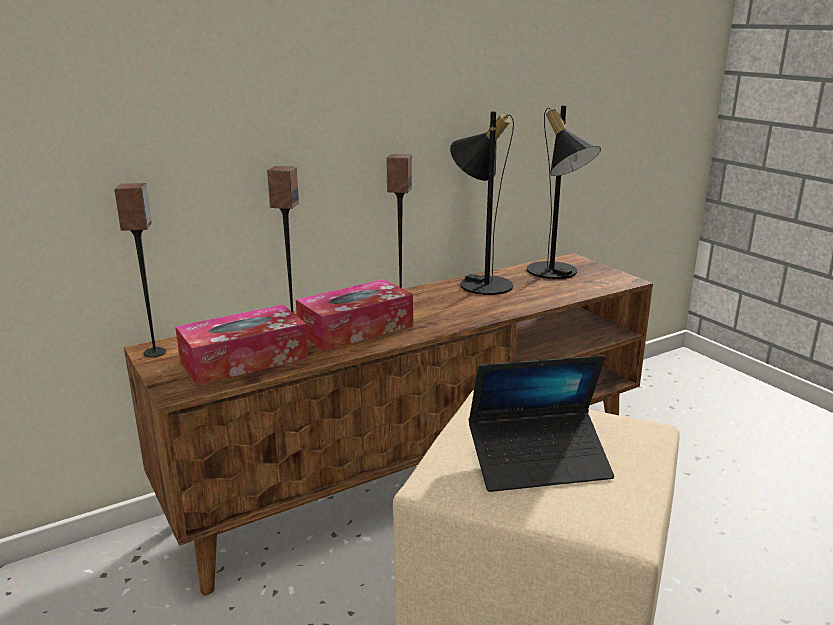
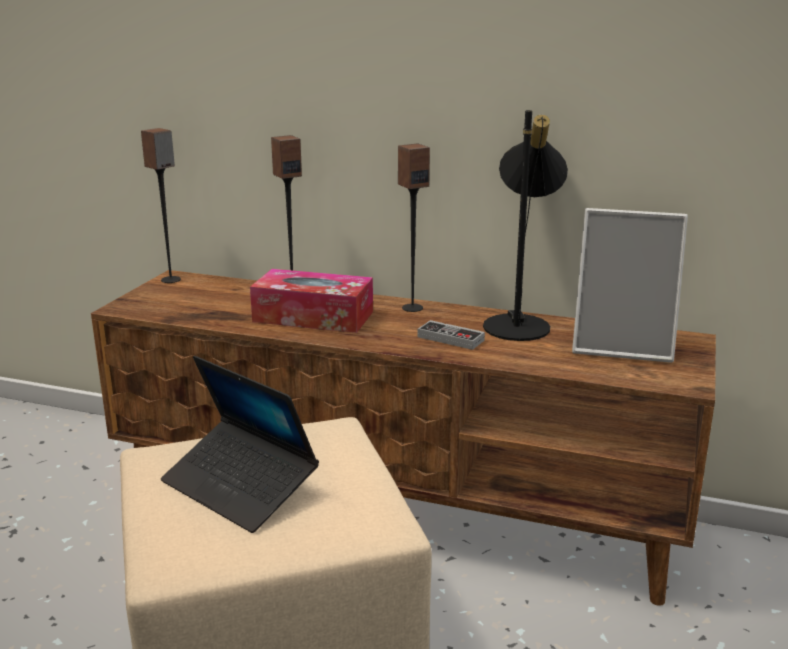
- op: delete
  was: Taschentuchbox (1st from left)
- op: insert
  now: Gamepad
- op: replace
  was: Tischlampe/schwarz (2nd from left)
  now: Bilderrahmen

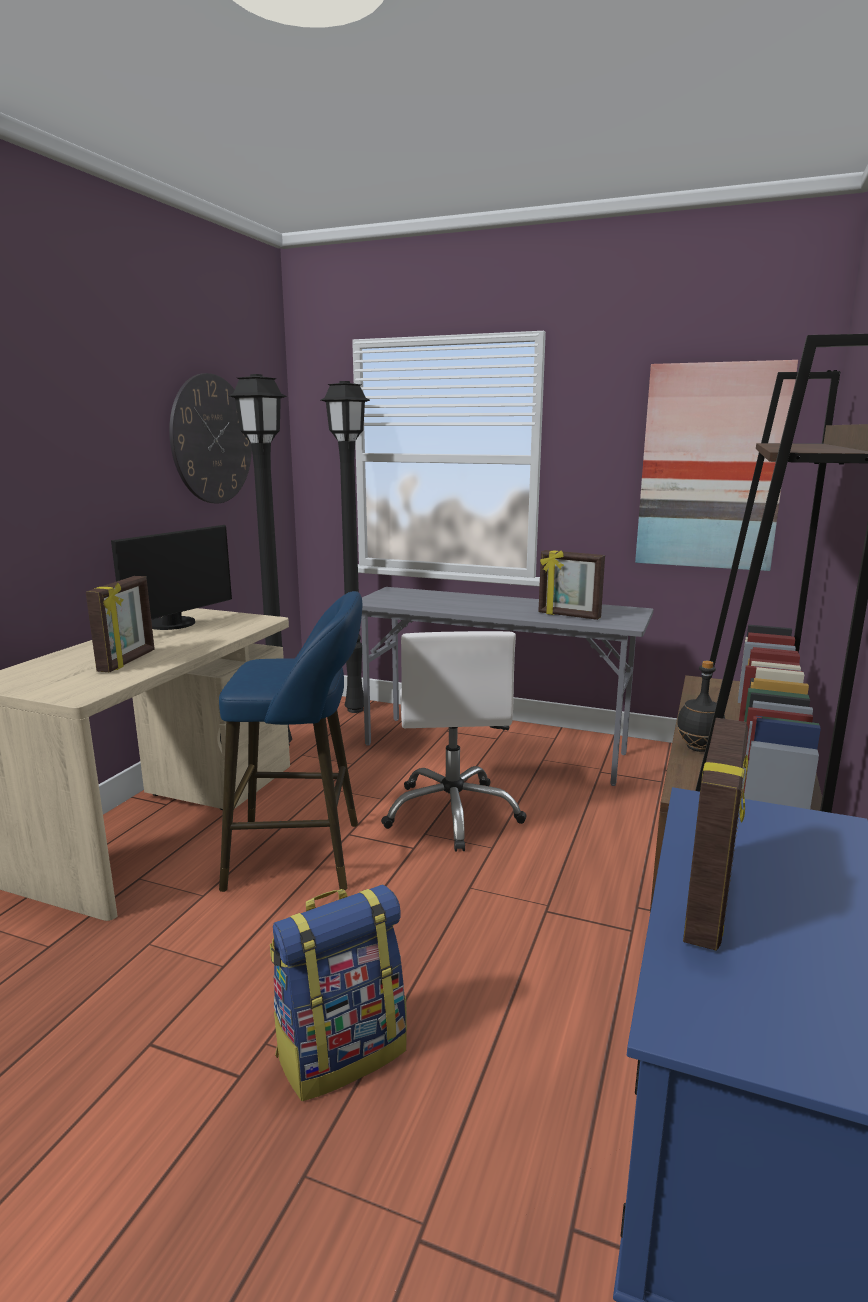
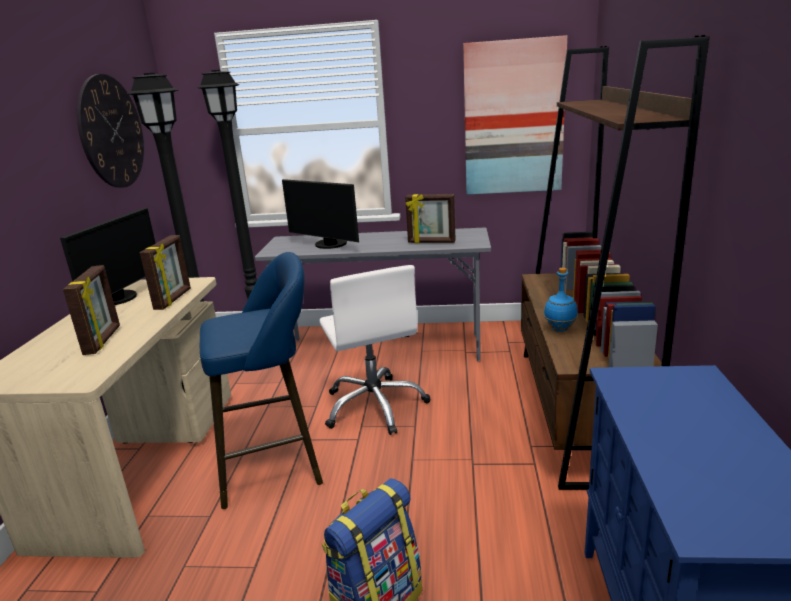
- op: insert
  now: Monitor (2nd from left)
- op: move
  was: Bilderrahmen (3rd from left in the first image)
  now: Bilderrahmen (2nd from left)
- op: recolor
  was: Flasche/schwarz
  now: Flasche/blau

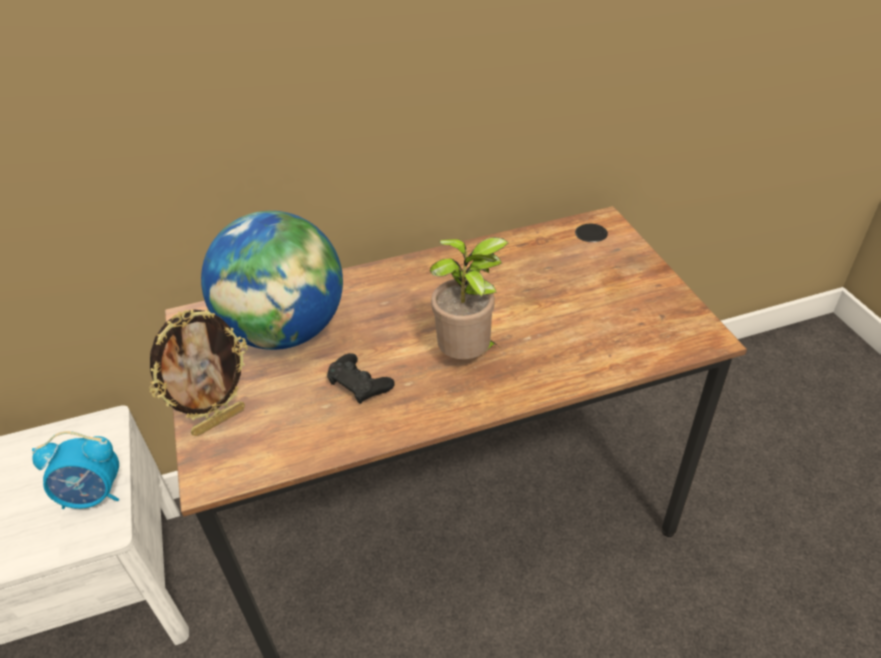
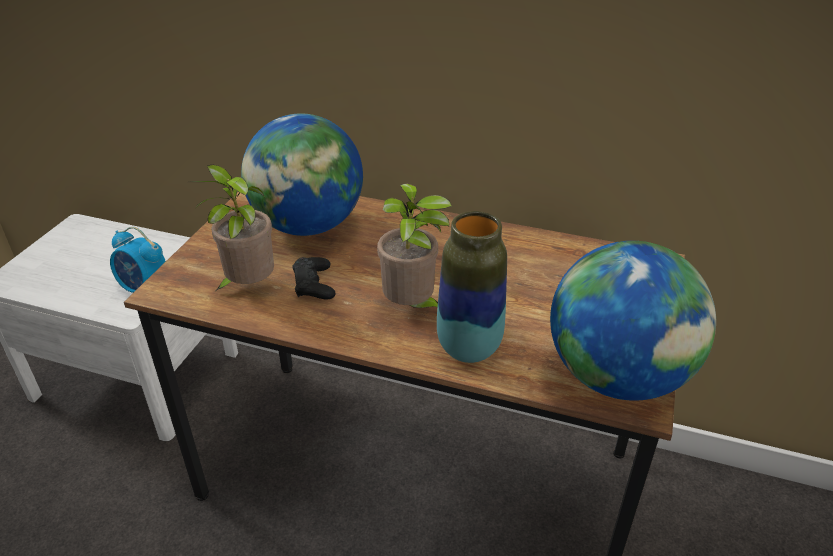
- op: delete
  was: Bilderrahmen
- op: insert
  now: Topfpflanze (1st from left)
- op: insert
  now: Vase
- op: insert
  now: Globus (2nd from left)

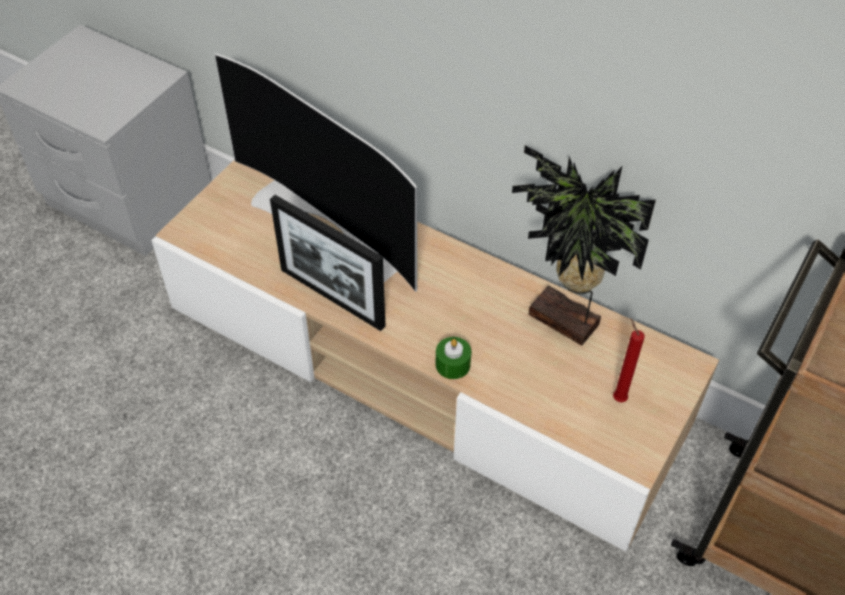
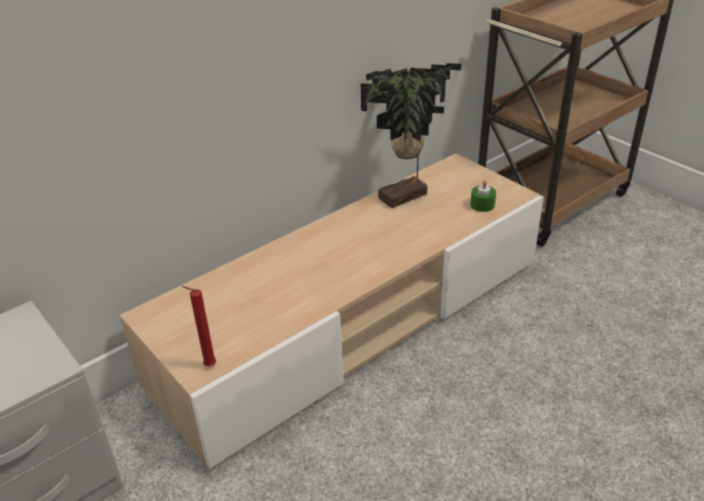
- op: delete
  was: Fernseher
- op: delete
  was: Bilderrahmen
- op: move
  was: Kerze/grün
- op: move
  was: Kerze/rot

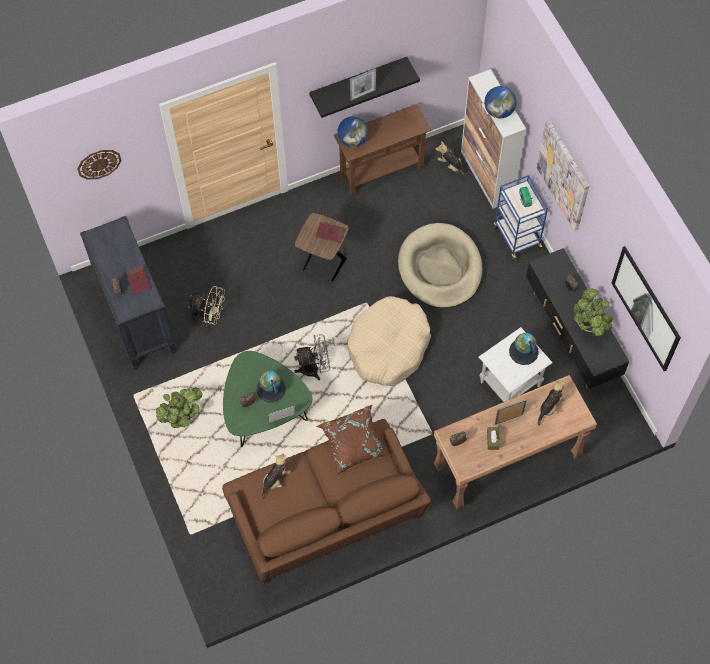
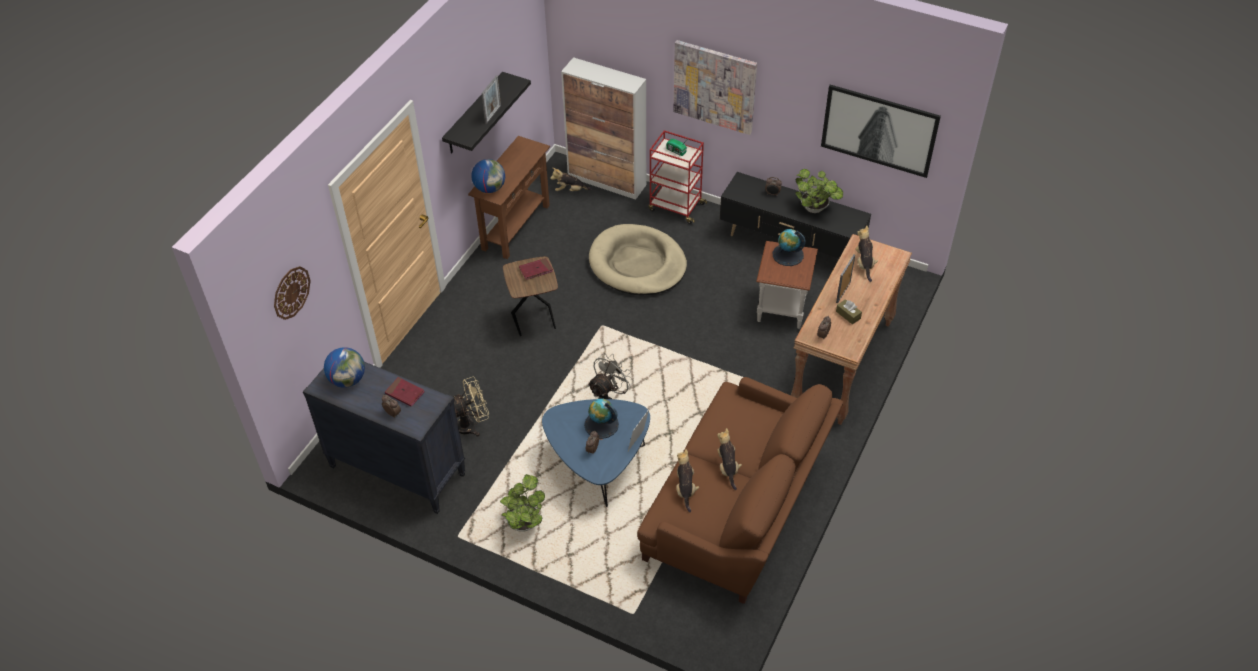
- op: delete
  was: Kissen/braun
- op: delete
  was: Hundebett/beige (1st from left)
- op: insert
  now: Plüschtier (3rd from left)
- op: move
  was: Globus (3rd from left in the first image)
  now: Globus (1st from left)
- op: recolor
  was: Couchtisch/grün
  now: Couchtisch/blau
- op: recolor
  was: Beistelltisch/weiß
  now: Beistelltisch/braun (2nd from left)
- op: recolor
  was: Rollwagen/blau
  now: Rollwagen/rot

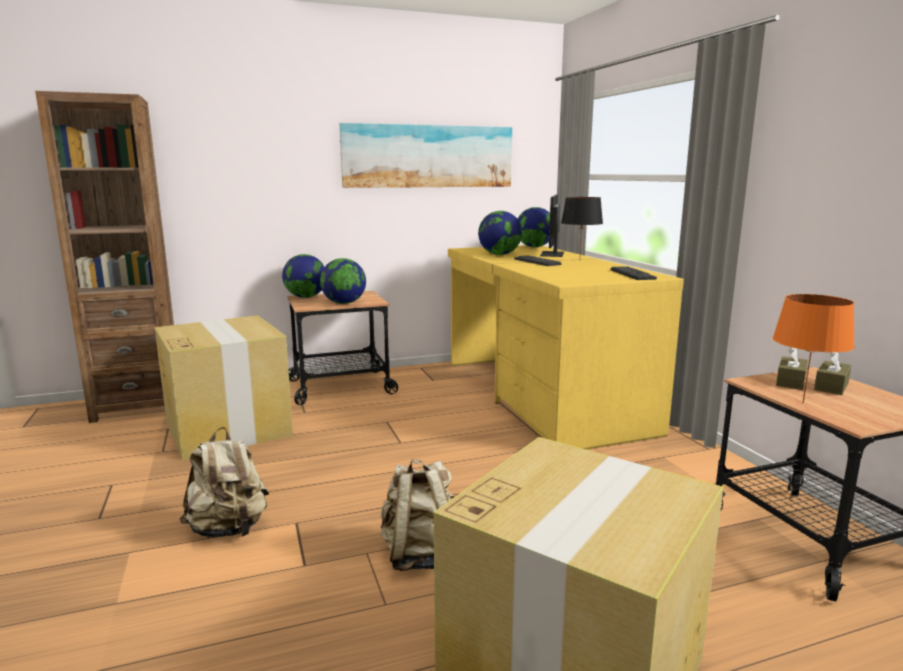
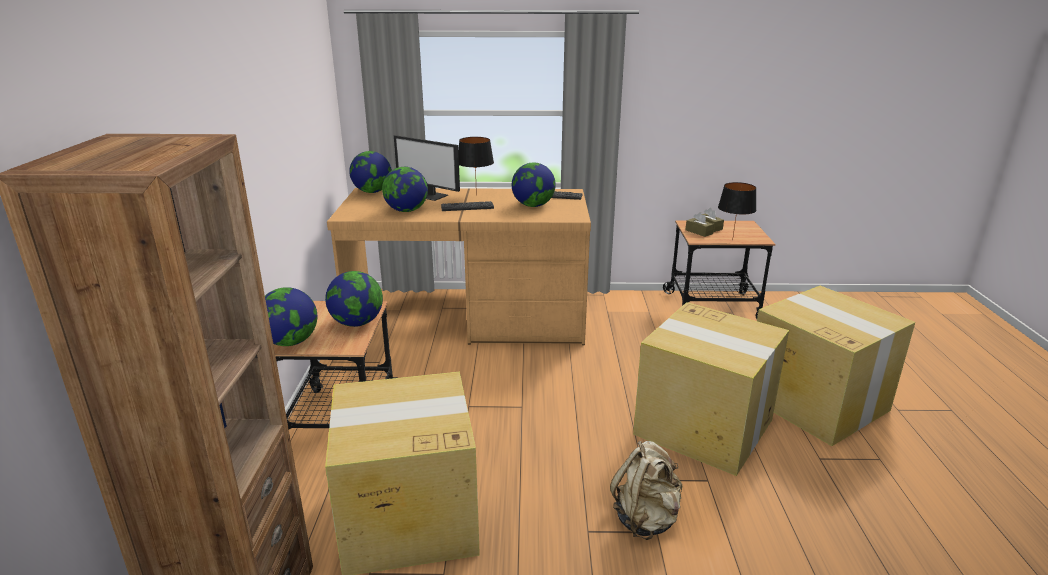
- op: delete
  was: Bild
- op: insert
  now: Globus (5th from left)
- op: replace
  was: Rucksack/beige (2nd from left)
  now: Karton (2nd from left)
- op: recolor
  was: Schreibtisch/gelb
  now: Schreibtisch/braun
- op: recolor
  was: Tischlampe/orange
  now: Tischlampe/schwarz (2nd from left)

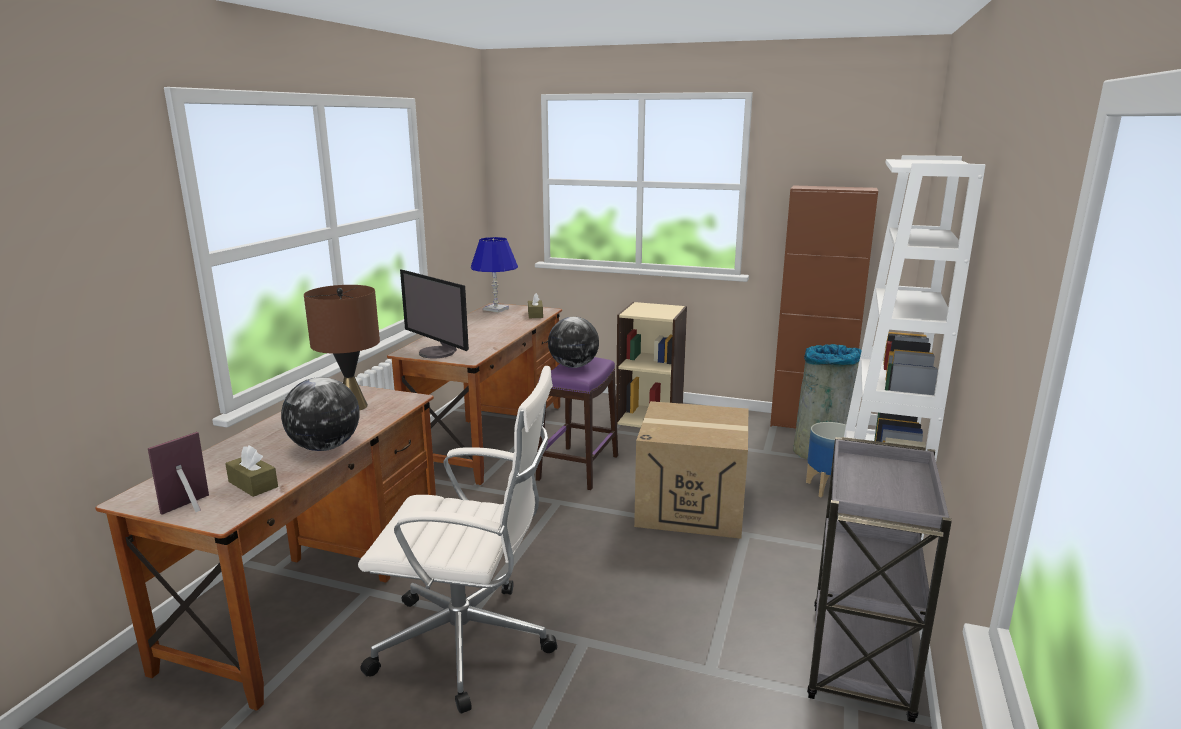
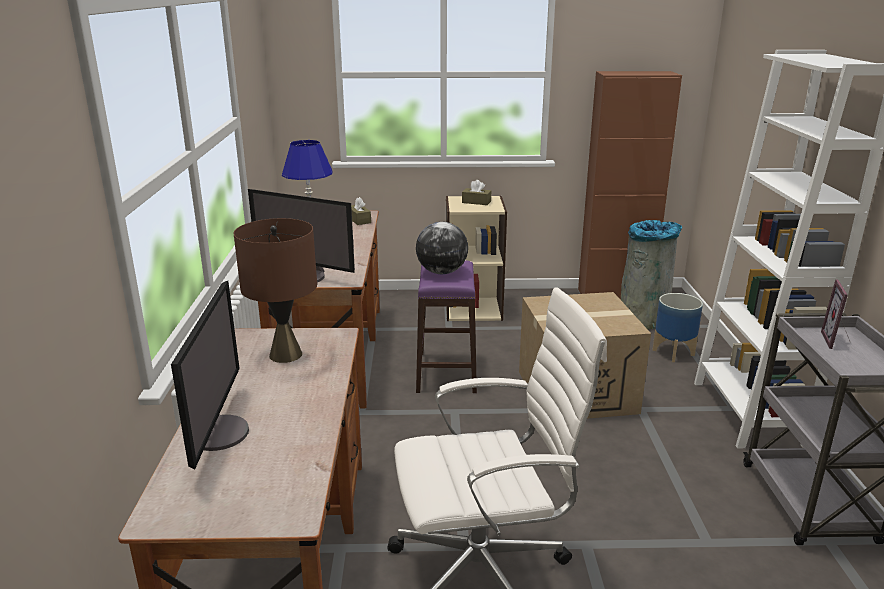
- op: delete
  was: Globus (1st from left)
- op: insert
  now: Monitor (1st from left)
- op: move
  was: Bilderrahmen
- op: move
  was: Taschentuchbox/braun (1st from left in the first image)
  now: Taschentuchbox/braun (2nd from left)

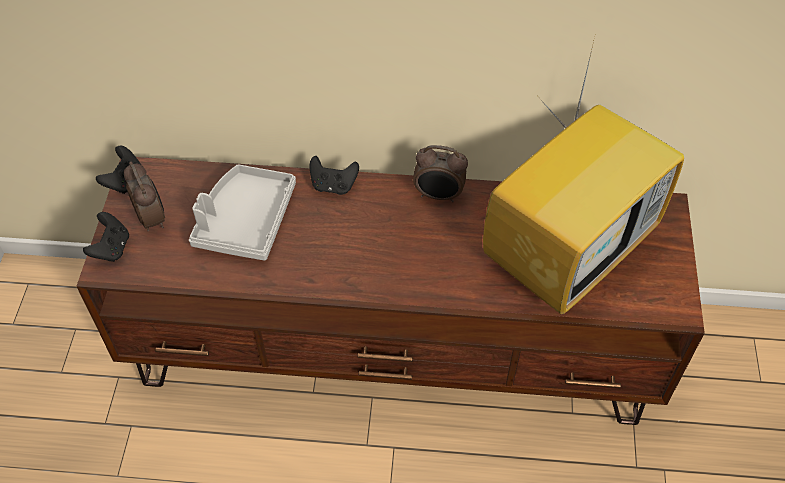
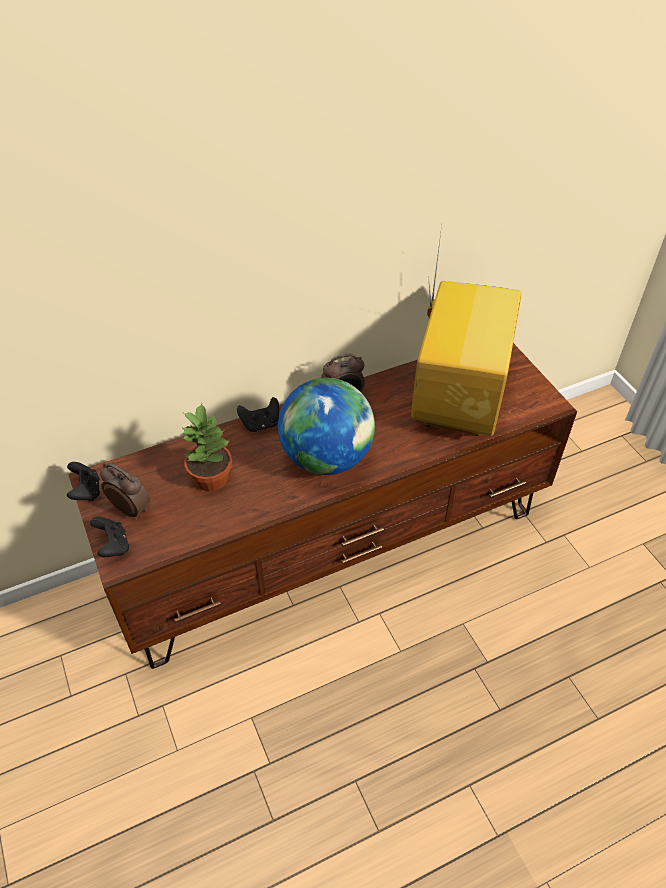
- op: insert
  now: Globus
- op: replace
  was: Tablett/grau
  now: Topfpflanze

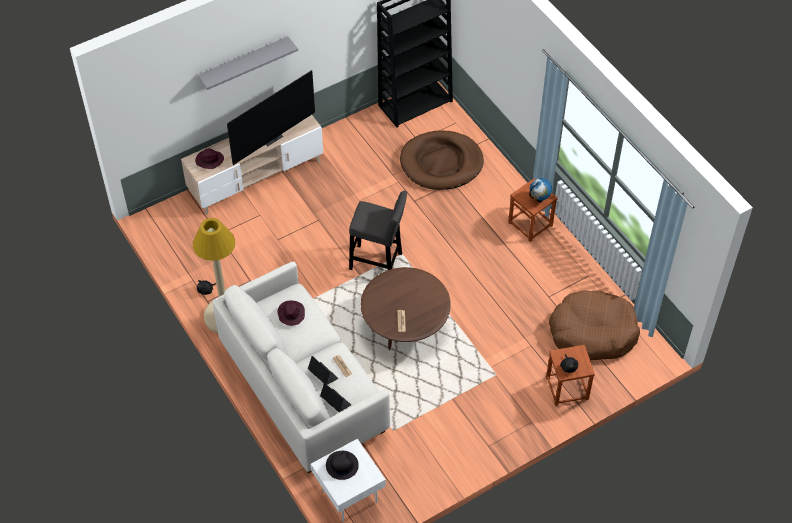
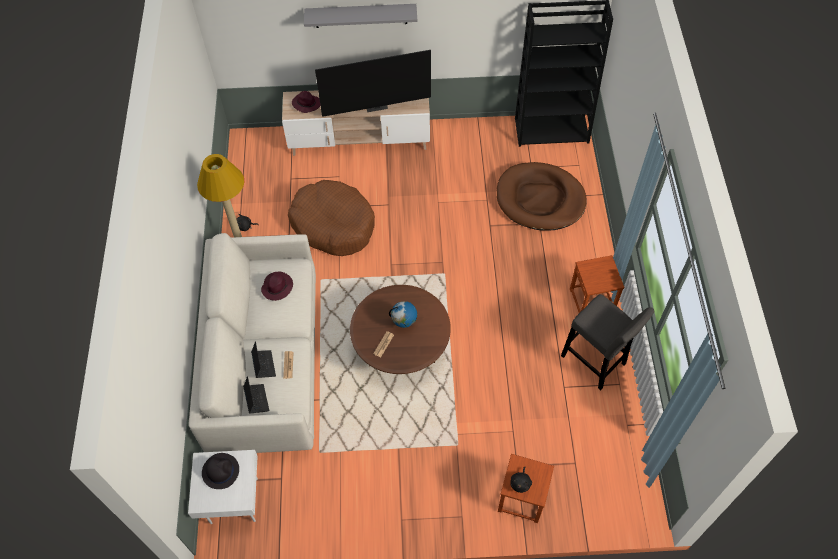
- op: move
  was: Hocker/grau
- op: move
  was: Globus
- op: move
  was: Hundebett/braun (2nd from left in the first image)
  now: Hundebett/braun (1st from left)

